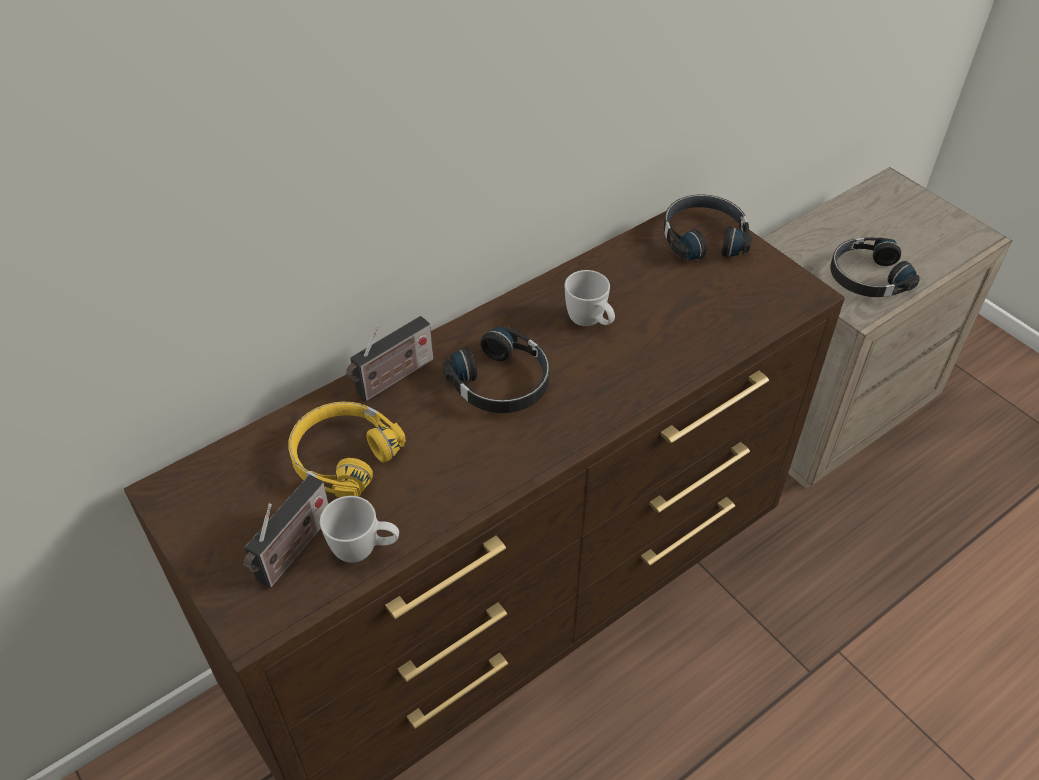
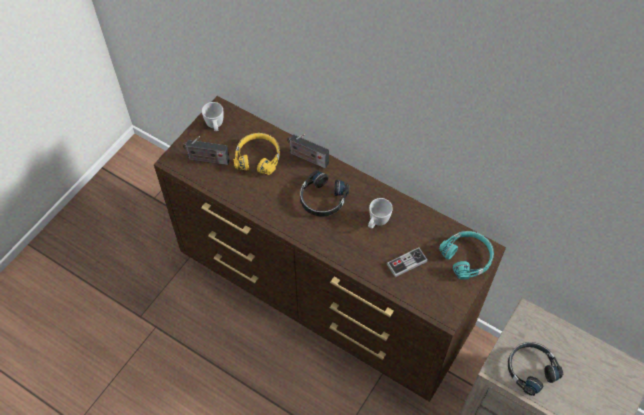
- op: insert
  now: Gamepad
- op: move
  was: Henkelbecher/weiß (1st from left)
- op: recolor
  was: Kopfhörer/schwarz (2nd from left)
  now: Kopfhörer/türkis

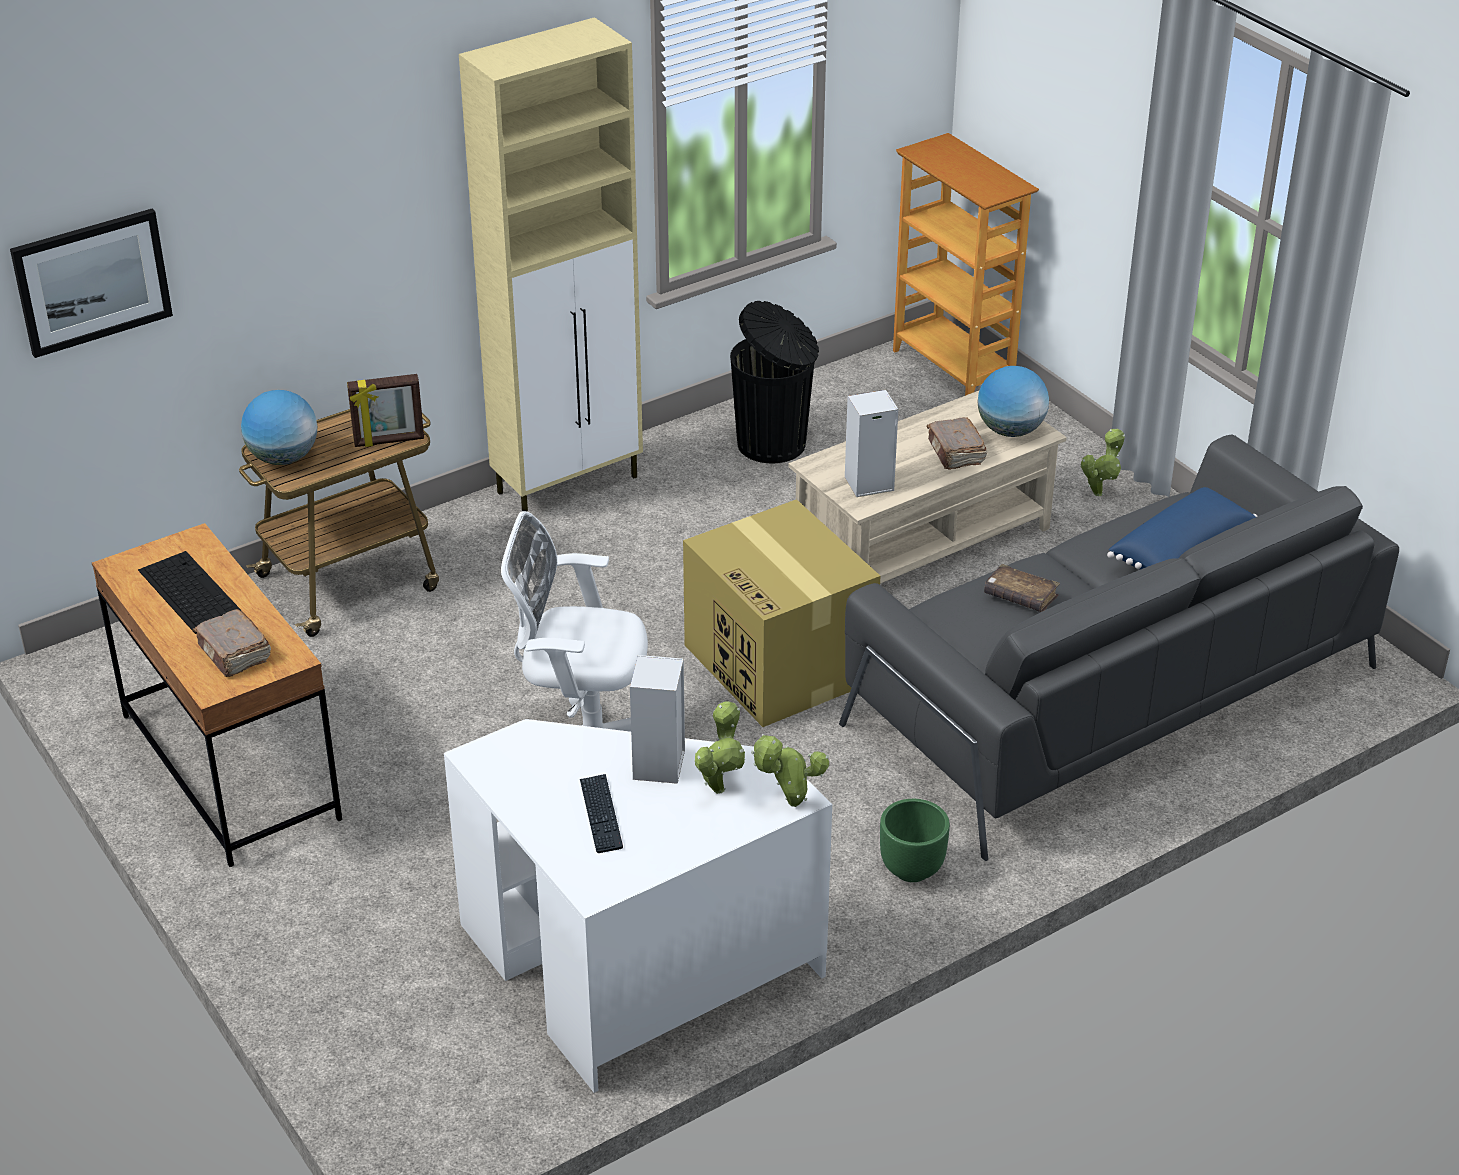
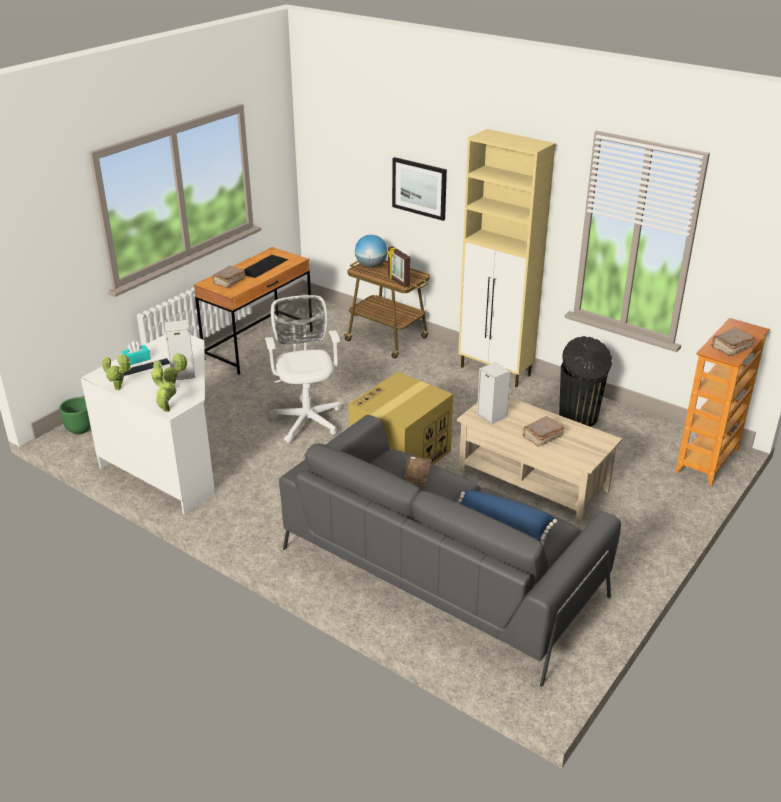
- op: delete
  was: Globus (2nd from left)
- op: insert
  now: Taschentuchbox/türkis
- op: insert
  now: Buch/braun (4th from left)
- op: move
  was: Bild
- op: move
  was: Pflanzkübel/grün
- op: move
  was: Topfpflanze (3rd from left in the first image)
  now: Topfpflanze (1st from left)

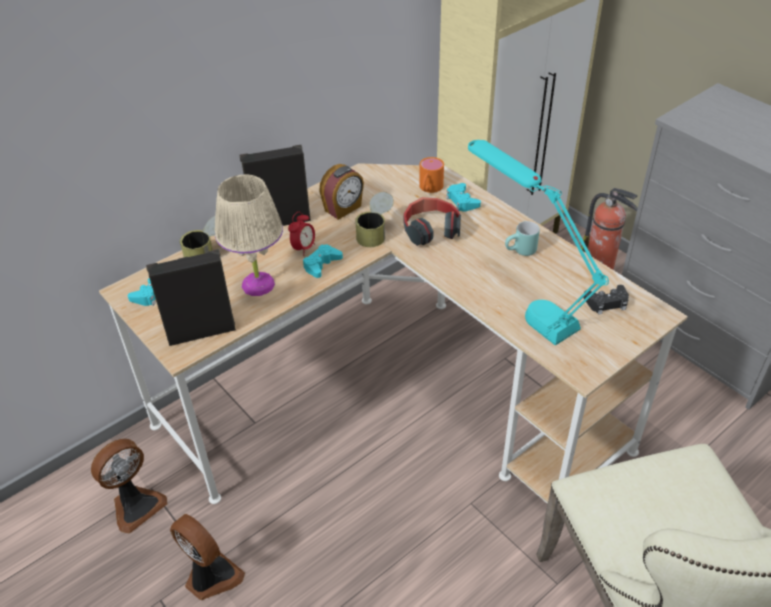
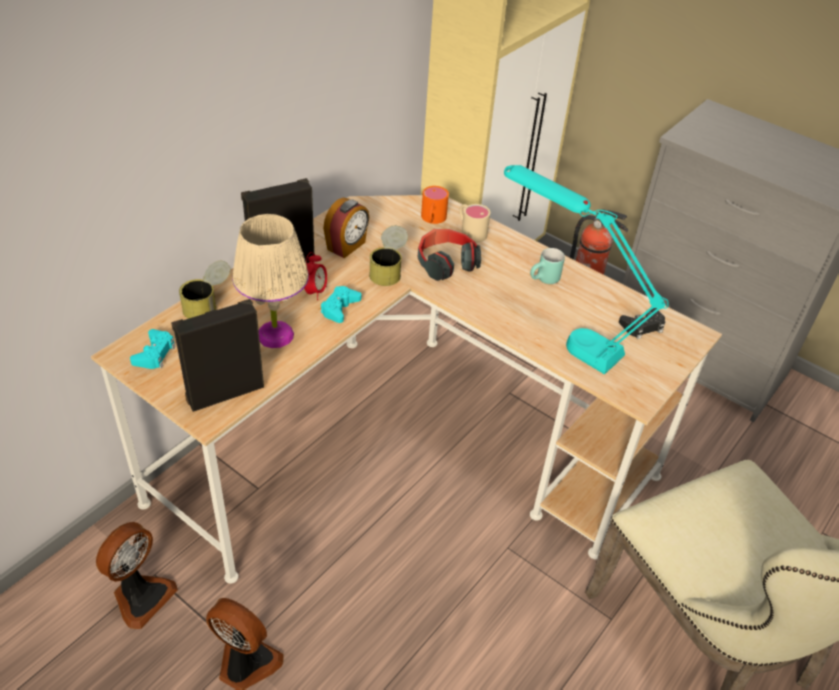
- op: replace
  was: Gamepad/türkis (3rd from left)
  now: Henkelbecher/beige

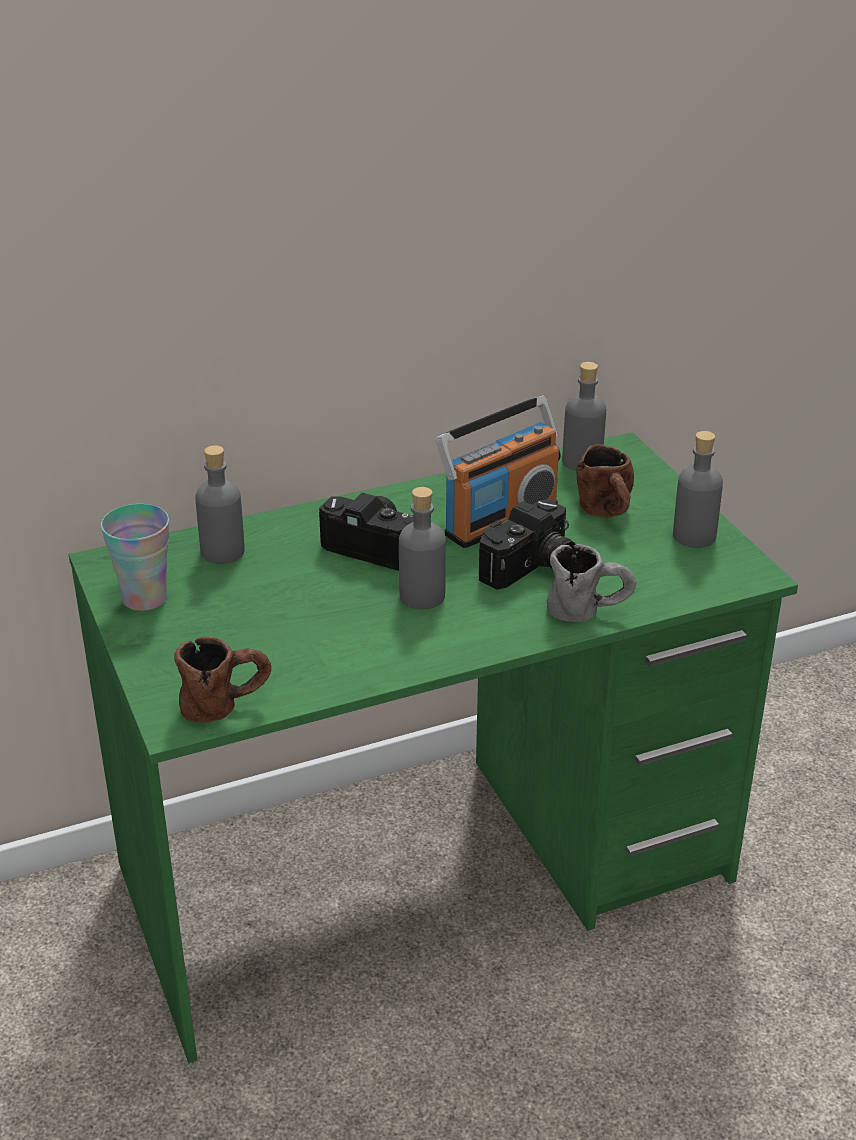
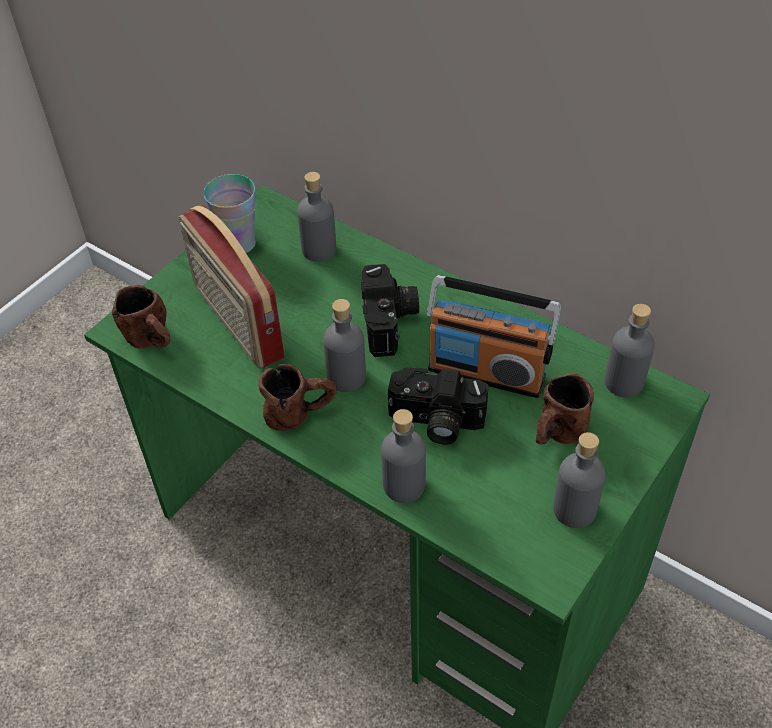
- op: insert
  now: Radio (1st from left)
- op: insert
  now: Henkelbecher/braun (2nd from left)
- op: replace
  was: Henkelbecher/grau
  now: Flasche/grau (3rd from left)

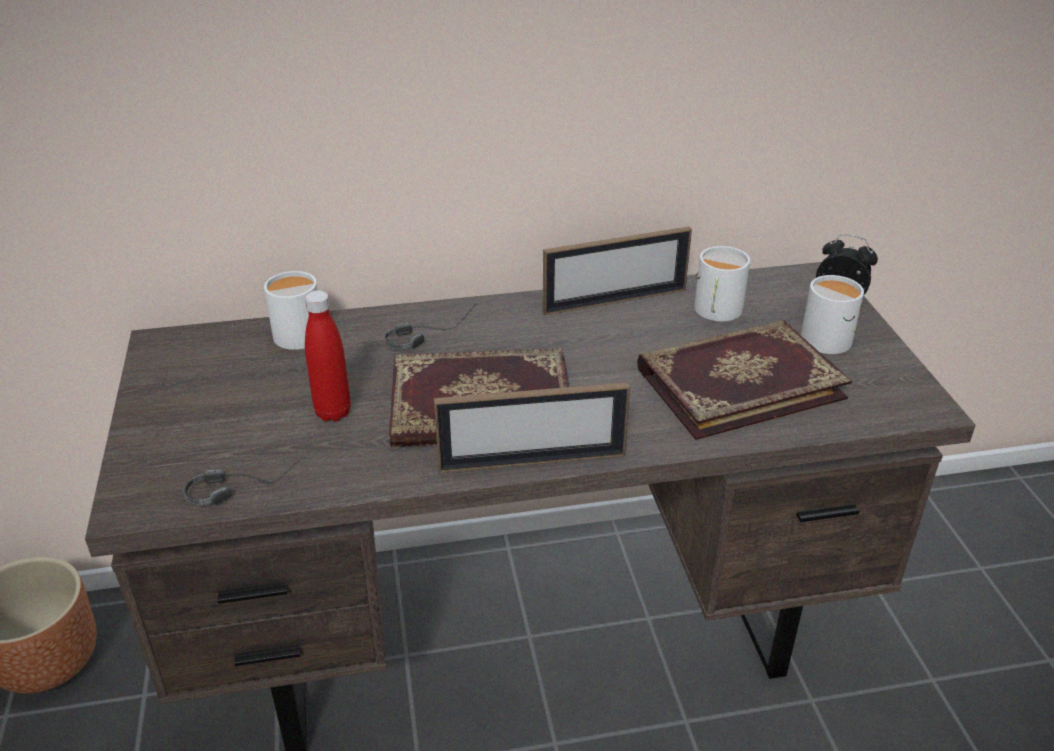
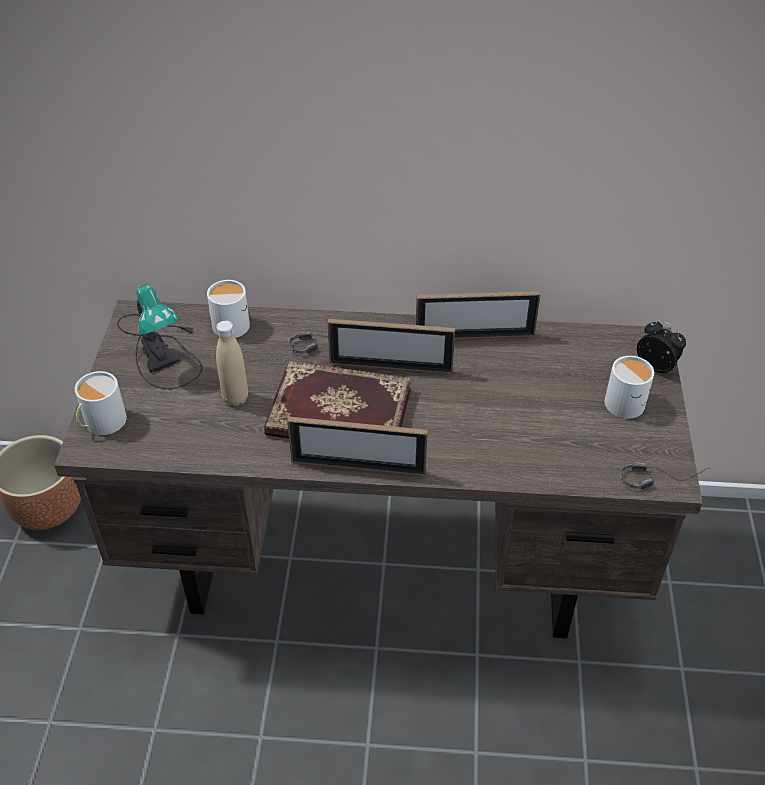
- op: delete
  was: Buch (2nd from left)
- op: insert
  now: Tischlampe
- op: insert
  now: Bilderrahmen (2nd from left)
- op: move
  was: Kopfhörer (1st from left in the first image)
  now: Kopfhörer (2nd from left)
- op: move
  was: Henkelbecher/weiß (2nd from left in the first image)
  now: Henkelbecher/weiß (1st from left)
- op: recolor
  was: Flasche/rot
  now: Flasche/beige

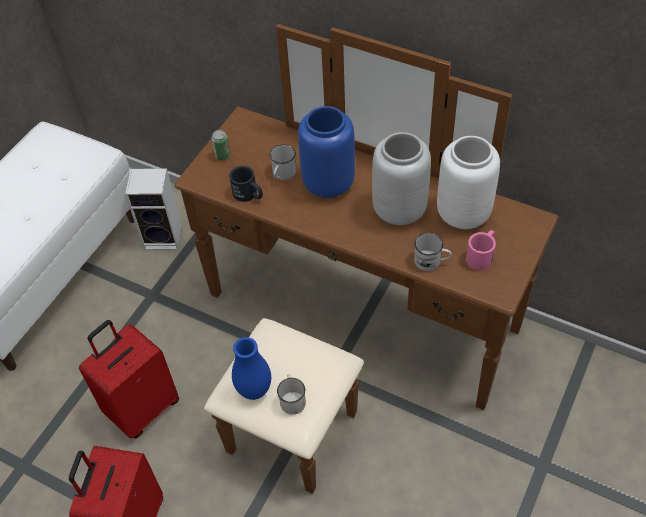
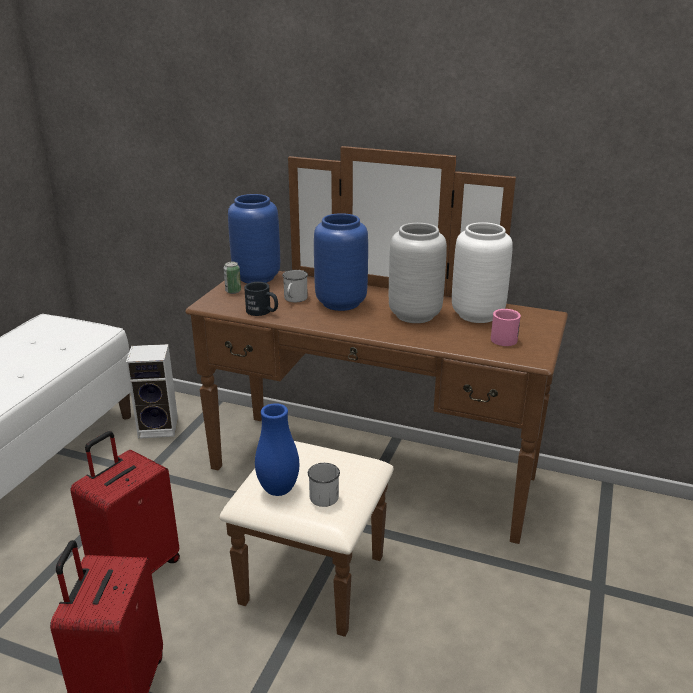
- op: delete
  was: Henkelbecher/weiß (3rd from left)
- op: insert
  now: Vase/blau (1st from left)

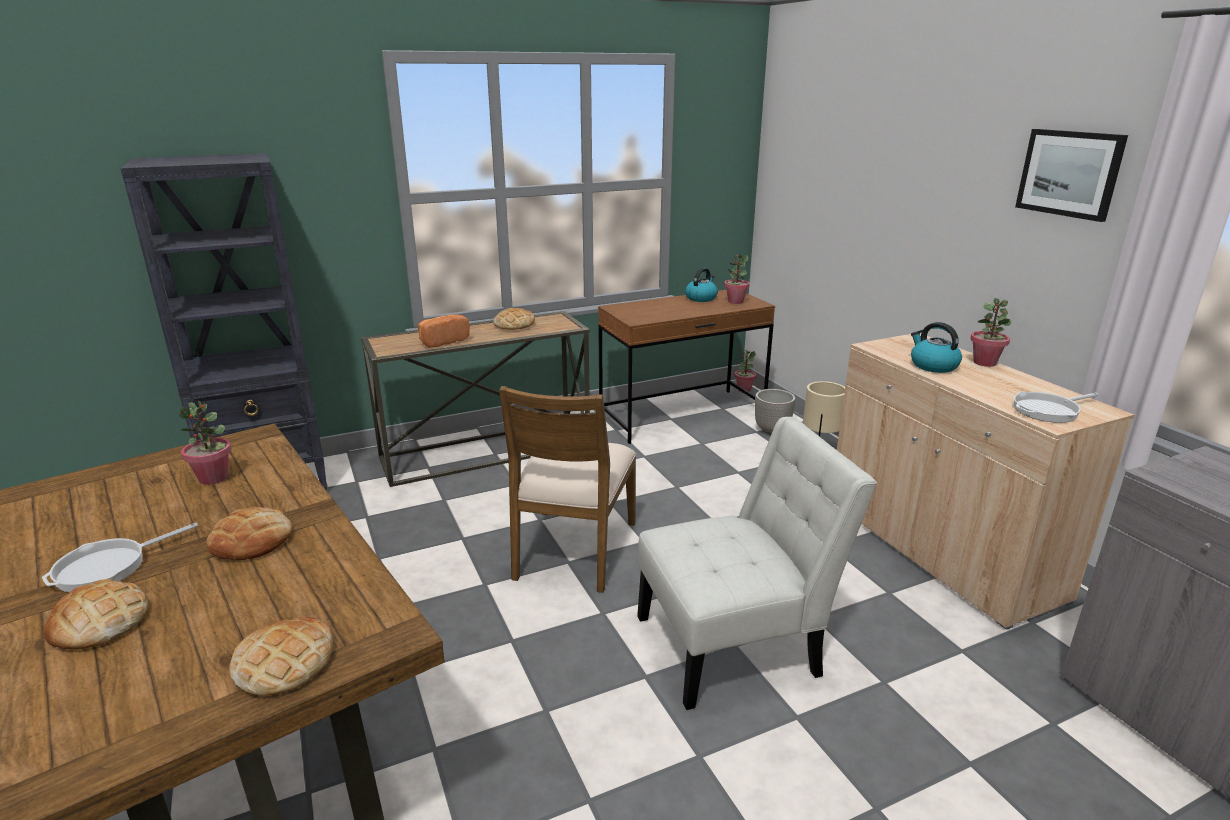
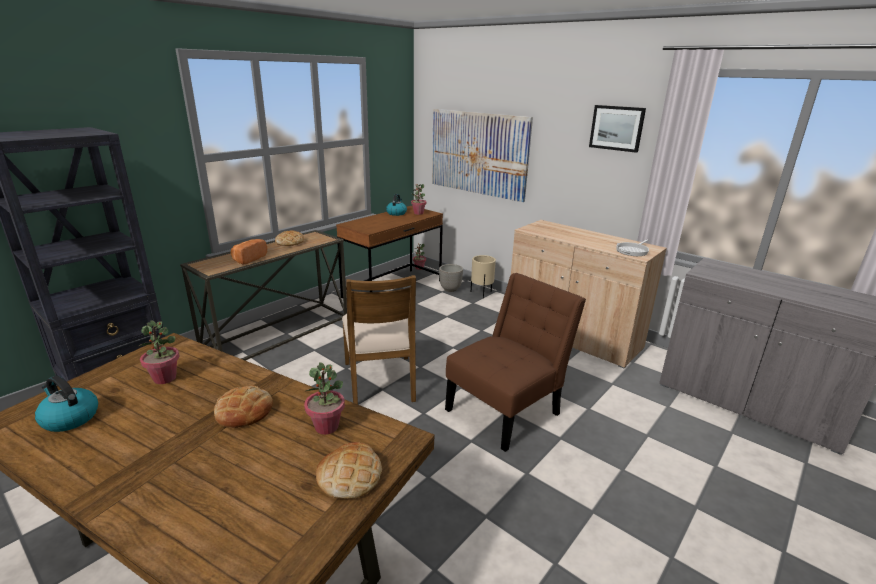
- op: delete
  was: Pfanne (1st from left)
- op: delete
  was: Brot (1st from left)
- op: insert
  now: Bild (1st from left)
- op: move
  was: Wasserkessel (2nd from left in the first image)
  now: Wasserkessel (1st from left)
- op: move
  was: Topfpflanze (4th from left in the first image)
  now: Topfpflanze (2nd from left)
- op: recolor
  was: Stuhl/weiß
  now: Stuhl/braun (2nd from left)

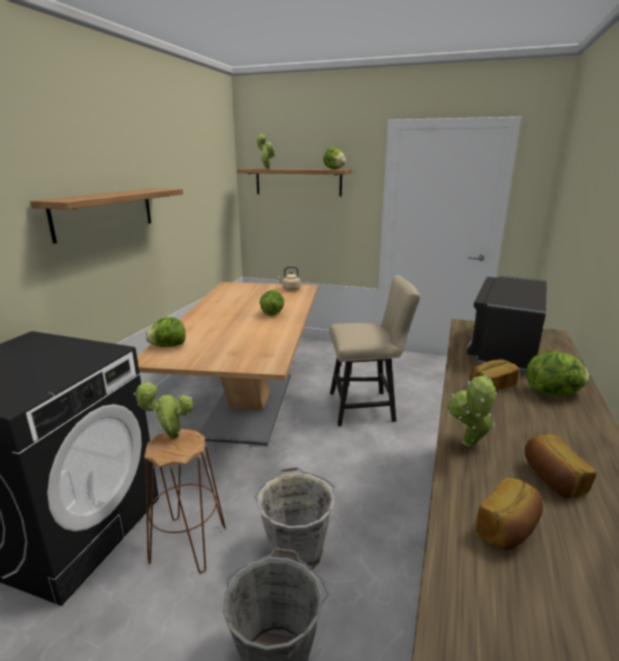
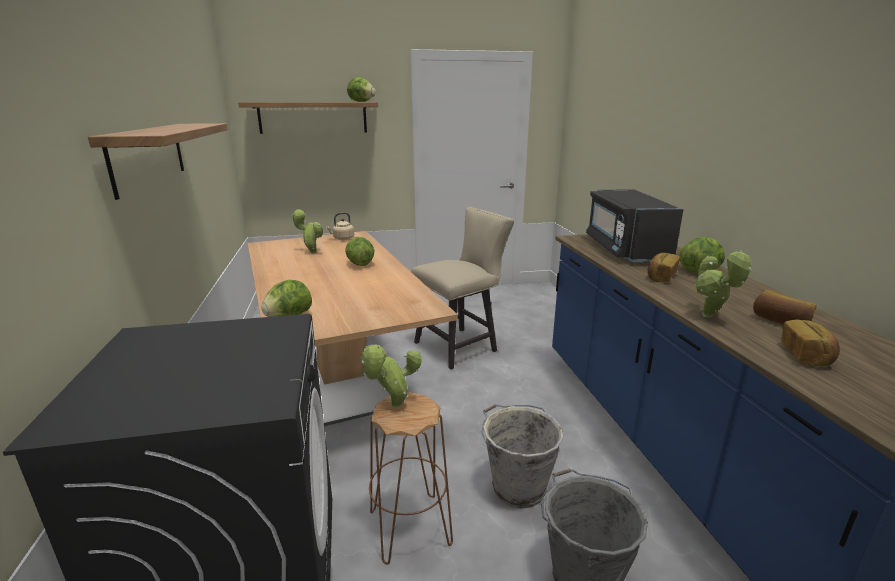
- op: move
  was: Topfpflanze (2nd from left in the first image)
  now: Topfpflanze (1st from left)

